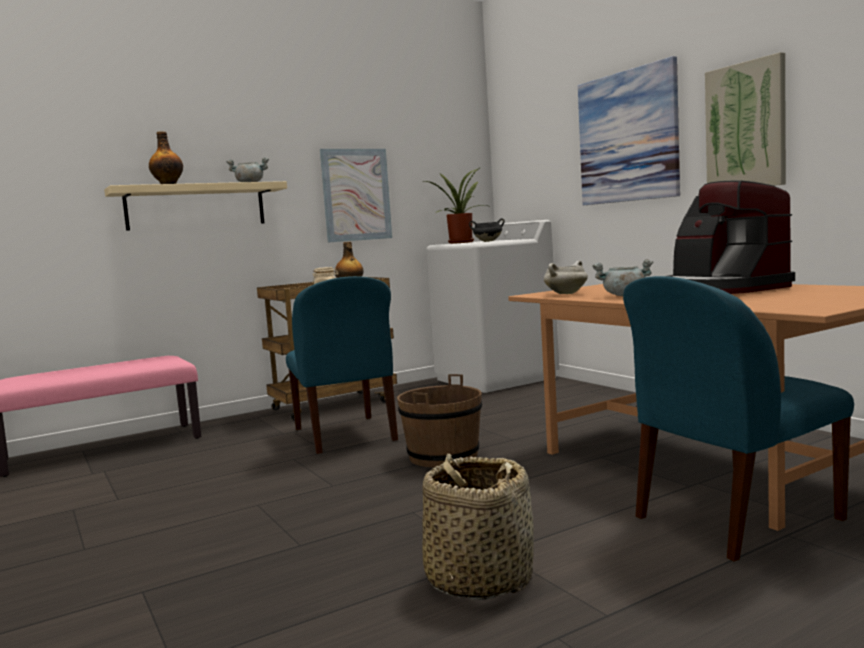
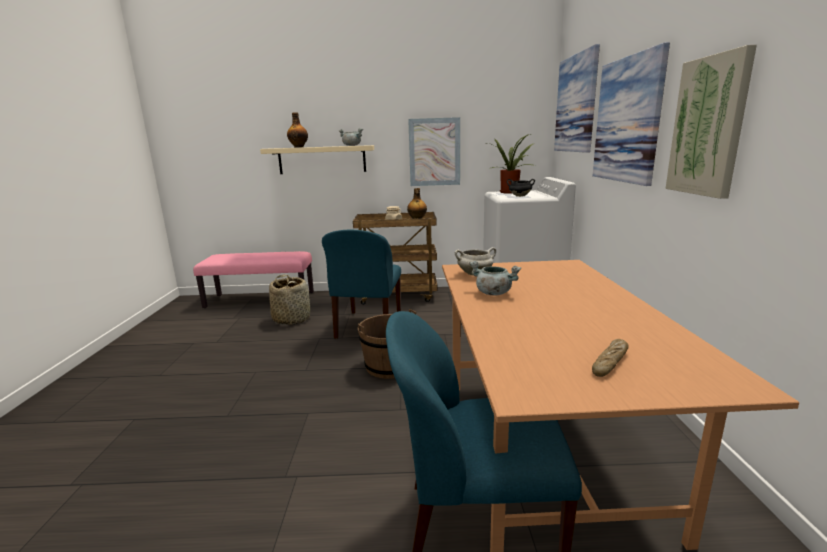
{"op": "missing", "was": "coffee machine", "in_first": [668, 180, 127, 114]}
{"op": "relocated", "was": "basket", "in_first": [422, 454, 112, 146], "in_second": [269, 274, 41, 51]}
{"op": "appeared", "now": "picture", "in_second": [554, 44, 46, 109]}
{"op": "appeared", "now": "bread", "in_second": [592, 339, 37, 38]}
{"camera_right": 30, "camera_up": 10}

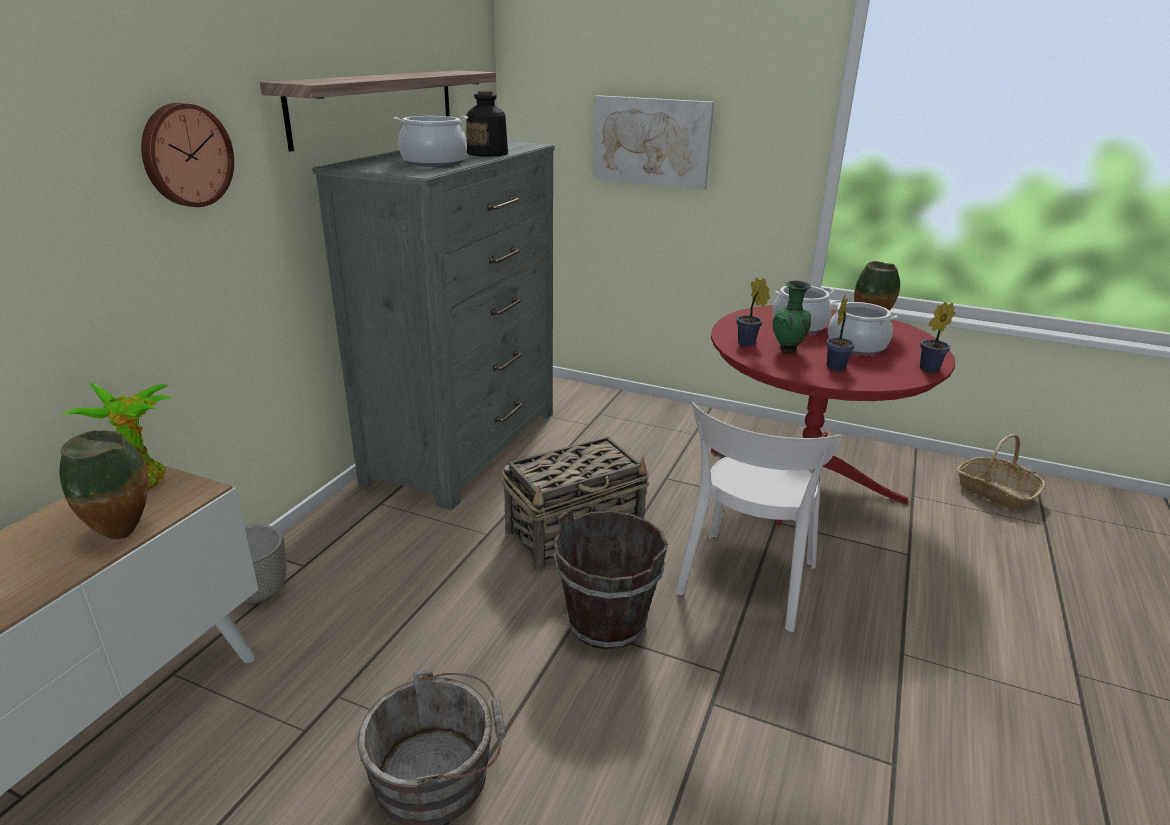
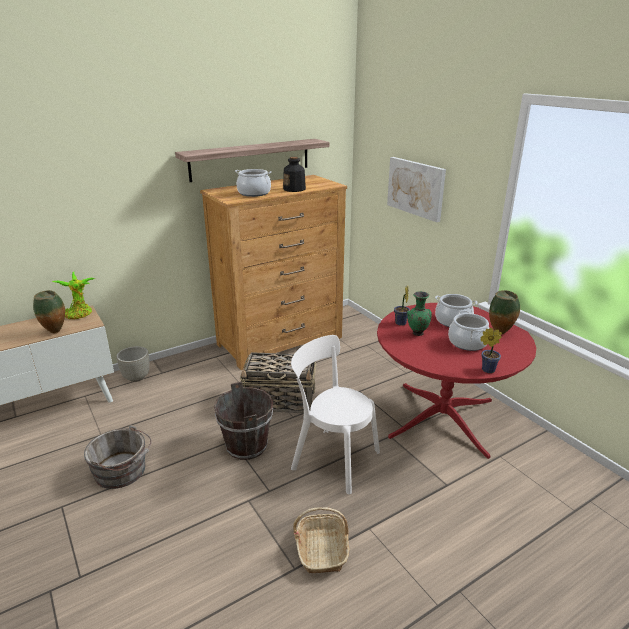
{"op": "missing", "was": "wall clock", "in_first": [141, 103, 93, 104]}
{"op": "colour", "was": "dresser/grey", "now": "dresser/brown", "in_first": [312, 138, 242, 372], "in_second": [200, 175, 147, 195]}
{"op": "missing", "was": "potted plant", "in_first": [826, 295, 29, 76]}
{"op": "spun", "was": "chair/white", "in_first": [675, 402, 167, 230], "in_second": [291, 335, 89, 159], "clockwise": 60}
{"op": "relocated", "was": "basket", "in_first": [957, 434, 88, 77], "in_second": [293, 507, 57, 66]}
{"camera_right": 35, "camera_up": 0}

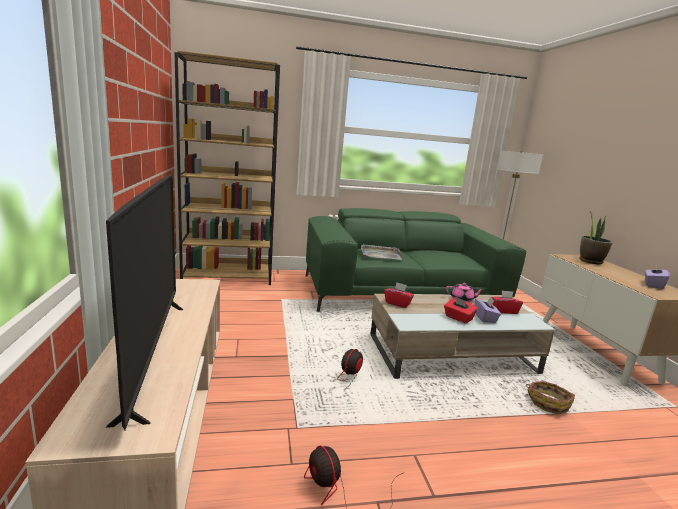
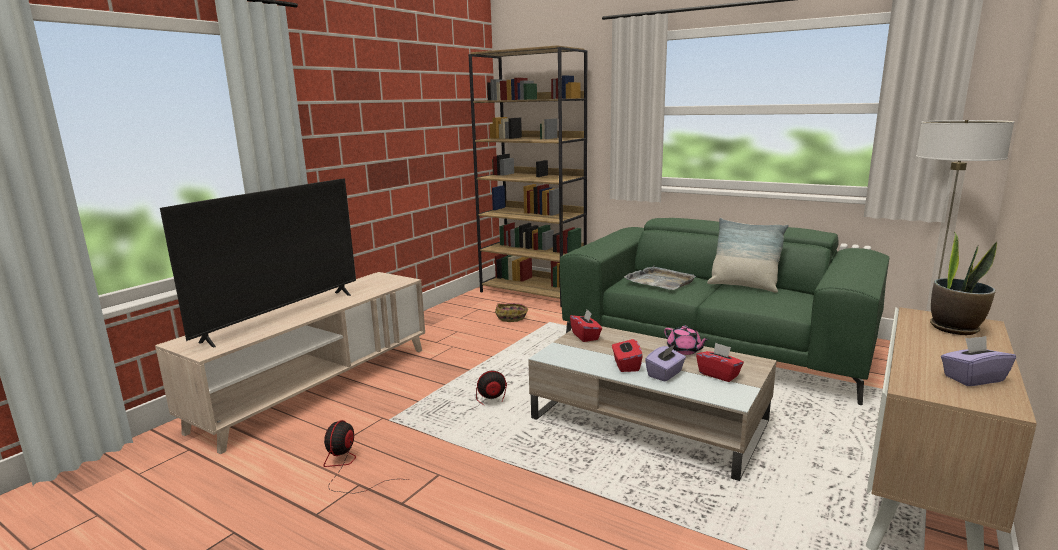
{"op": "relocated", "was": "basket", "in_first": [526, 381, 49, 33], "in_second": [495, 303, 34, 19]}
{"op": "appeared", "now": "pillow", "in_second": [707, 218, 82, 75]}
{"camera_right": 45, "camera_up": 0}

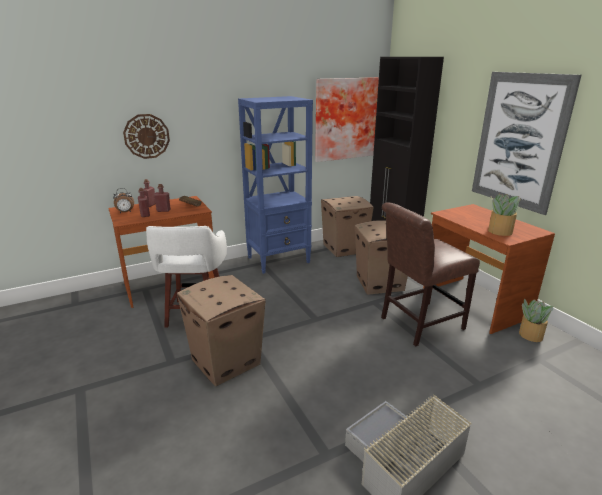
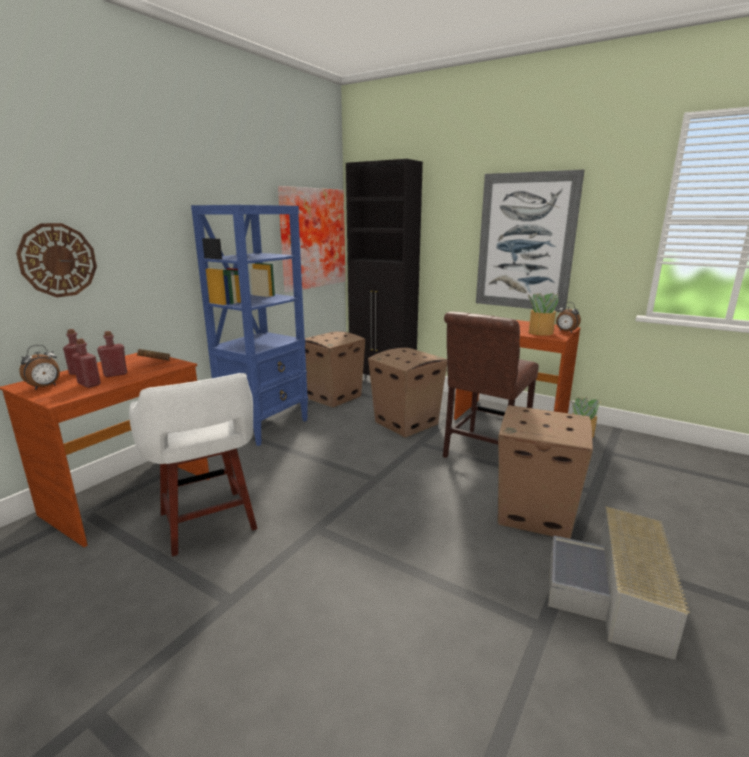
{"op": "relocated", "was": "cardboard box", "in_first": [177, 275, 89, 111], "in_second": [498, 405, 95, 134]}
{"op": "appeared", "now": "alarm clock", "in_second": [556, 302, 25, 31]}
{"camera_right": -30, "camera_up": -5}

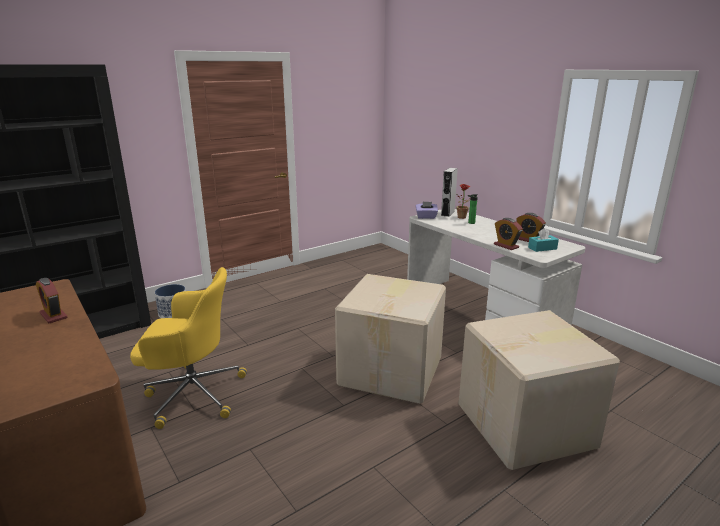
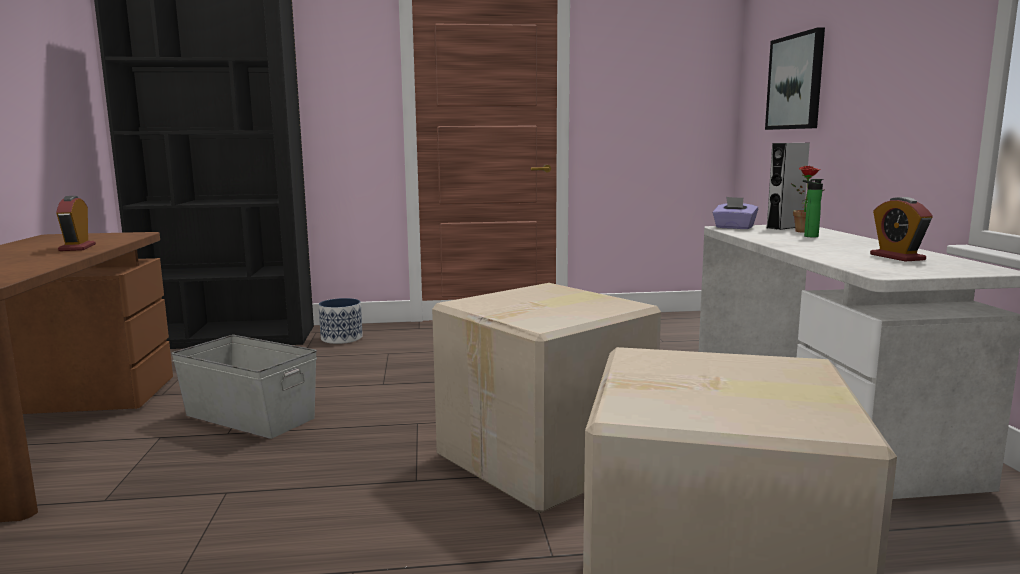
{"op": "missing", "was": "alarm clock", "in_first": [494, 218, 29, 32]}
{"op": "missing", "was": "tissue box/turquoise", "in_first": [528, 228, 31, 24]}
{"op": "exchanged", "was": "office chair/yellow", "now": "storage box/grey", "in_first": [130, 267, 117, 162], "in_second": [171, 335, 146, 104]}
{"op": "appeared", "now": "picture", "in_second": [765, 27, 60, 103]}
{"camera_right": 30, "camera_up": -10}

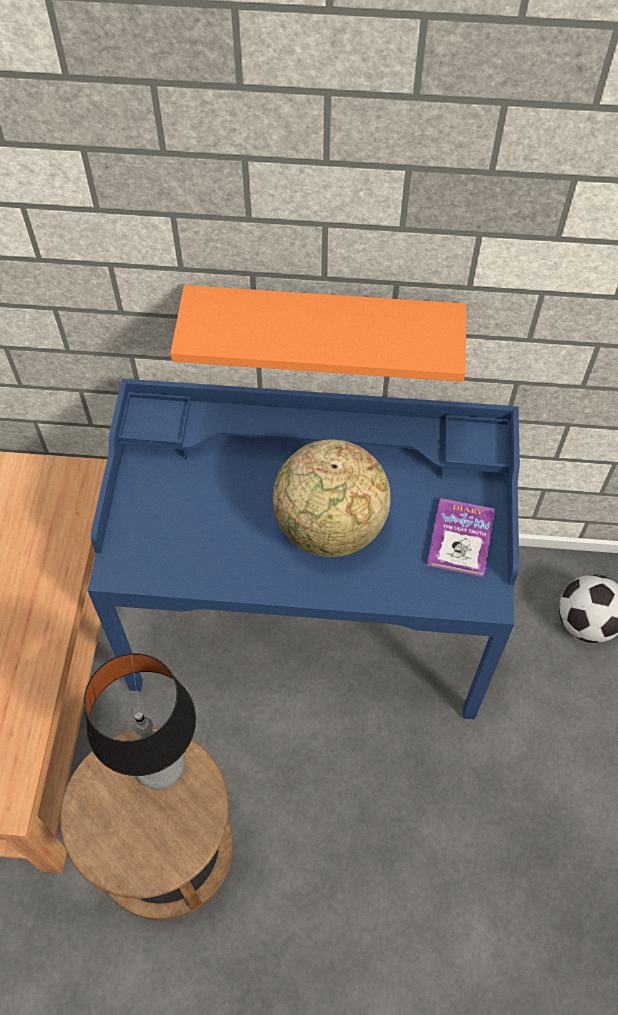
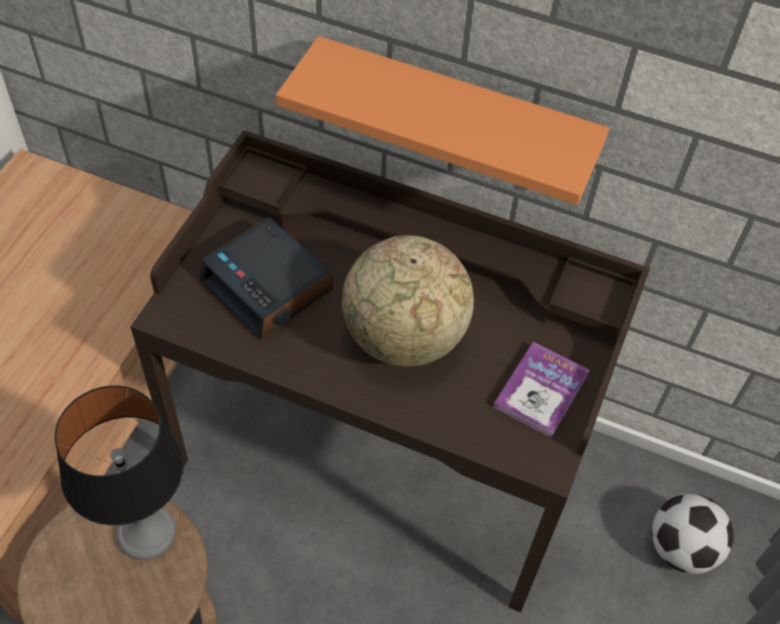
{"op": "colour", "was": "desk/blue", "now": "desk/brown", "in_first": [87, 379, 433, 340], "in_second": [130, 130, 520, 483]}
{"op": "appeared", "now": "alarm clock", "in_second": [200, 217, 133, 123]}
{"camera_right": 15, "camera_up": -5}

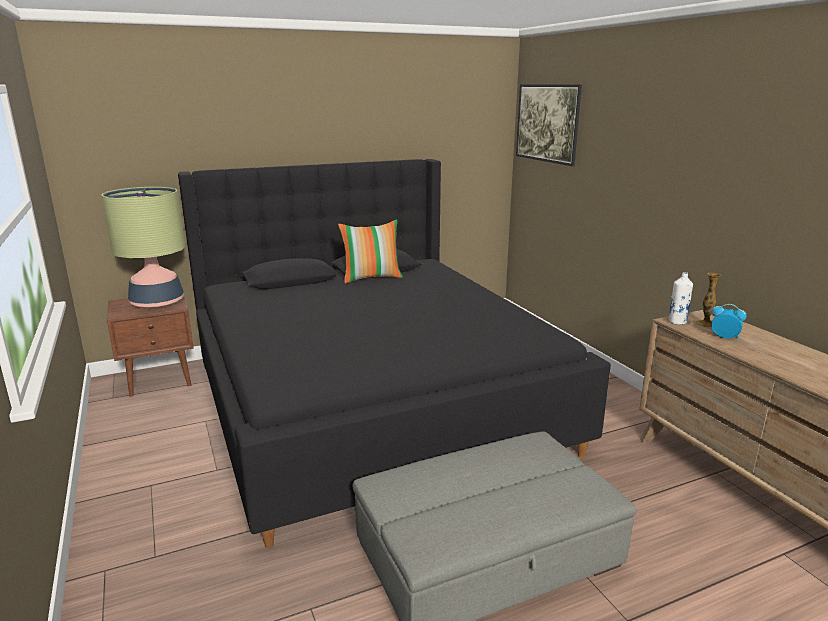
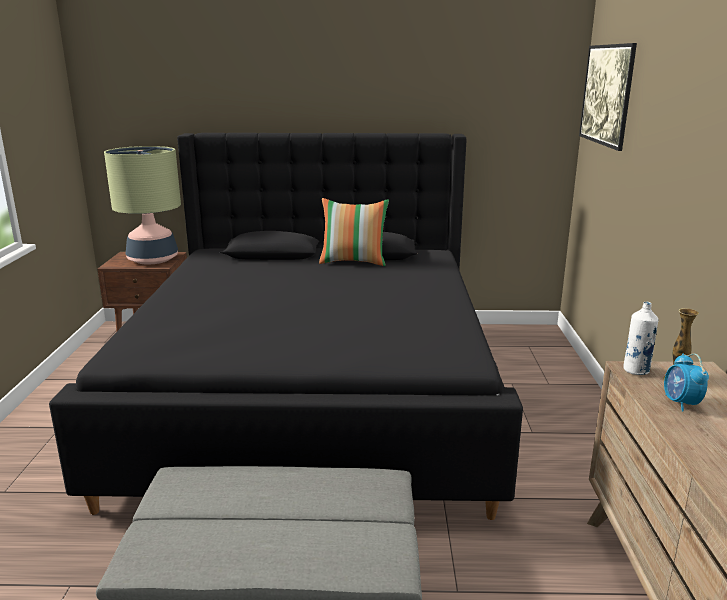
{"op": "spun", "was": "alarm clock", "in_first": [711, 304, 36, 34], "in_second": [664, 354, 45, 58], "clockwise": -150}
{"camera_right": 25, "camera_up": 0}

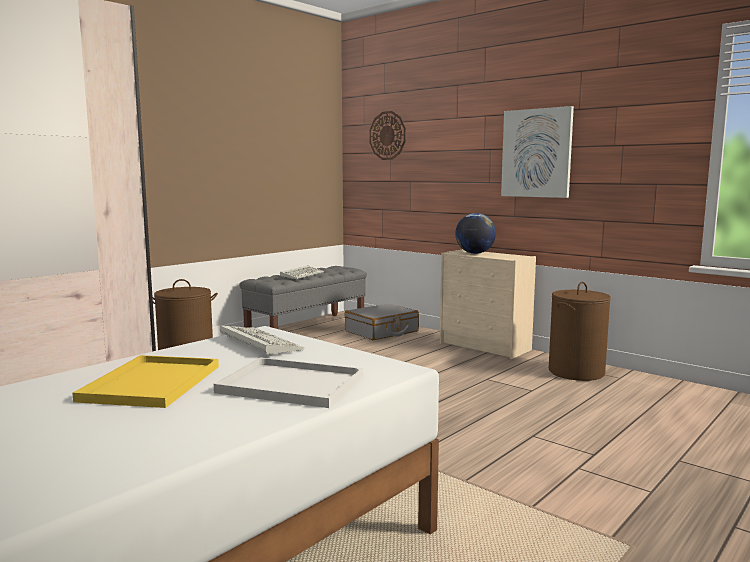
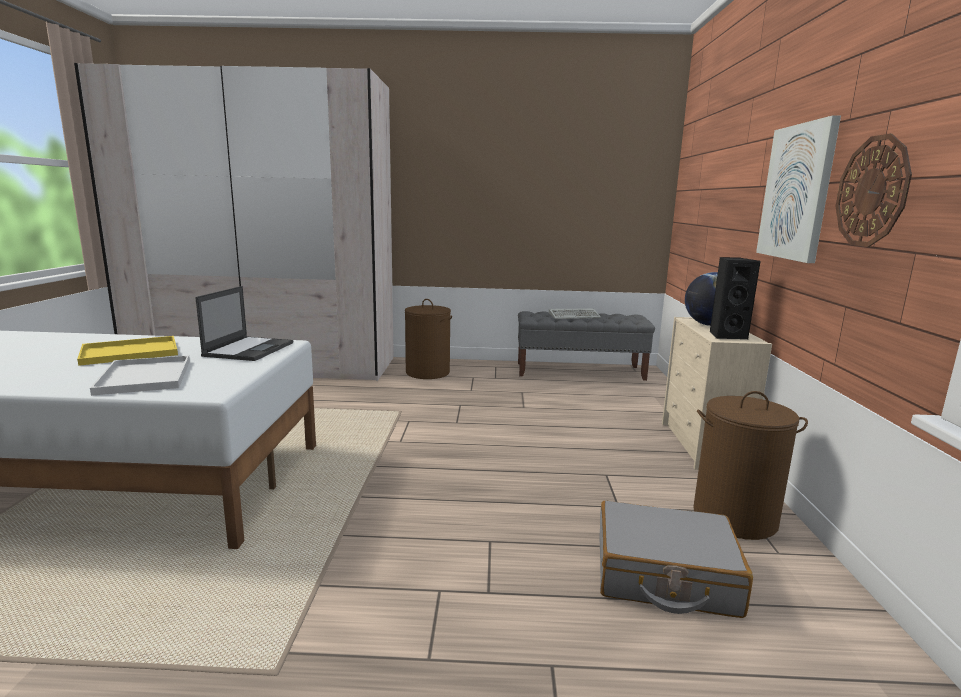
{"op": "relocated", "was": "wall clock", "in_first": [369, 111, 37, 49], "in_second": [836, 133, 76, 114]}
{"op": "relocated", "was": "suitcase/grey", "in_first": [344, 303, 75, 37], "in_second": [599, 500, 154, 118]}
{"op": "exchanged", "was": "keyboard", "now": "laptop", "in_first": [220, 326, 84, 30], "in_second": [195, 286, 98, 75]}
{"op": "appeared", "now": "speaker/black", "in_second": [710, 257, 51, 82]}
{"camera_right": 50, "camera_up": 5}

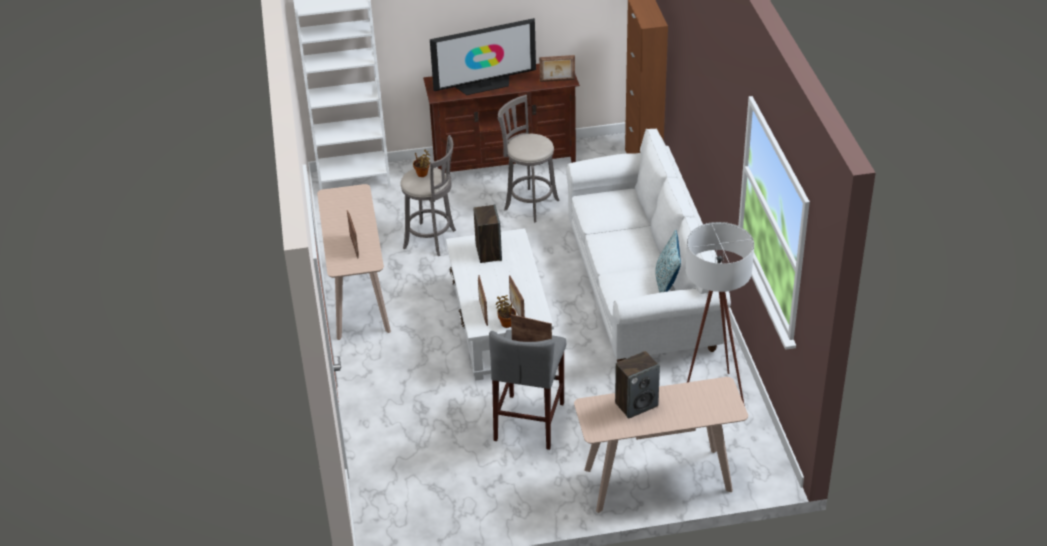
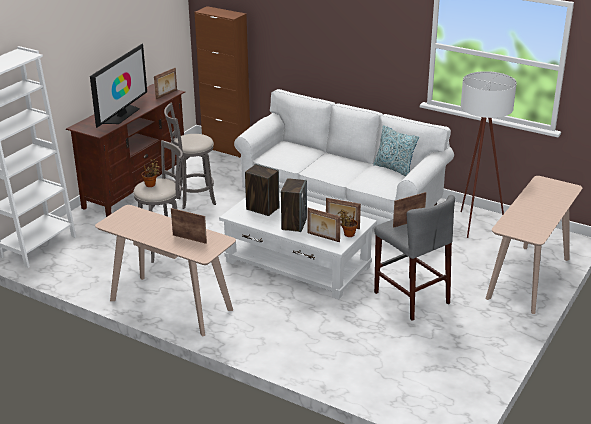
{"op": "relocated", "was": "speaker", "in_first": [615, 351, 45, 68], "in_second": [281, 178, 26, 54]}
{"camera_right": -50, "camera_up": -10}

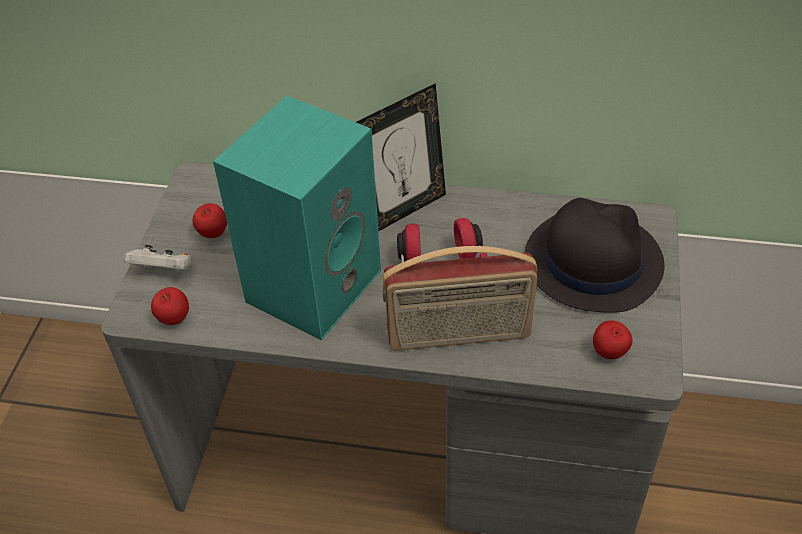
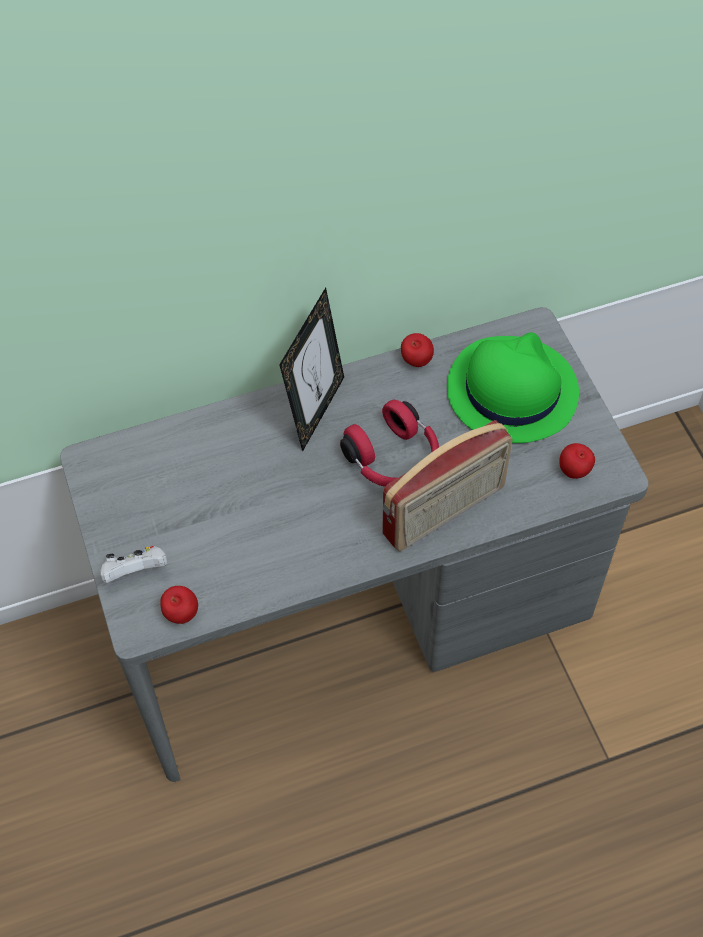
{"op": "missing", "was": "speaker/turquoise", "in_first": [213, 96, 168, 244]}
{"op": "colour", "was": "hat/black", "now": "hat/green", "in_first": [525, 198, 140, 115], "in_second": [447, 332, 132, 111]}
{"op": "relocated", "was": "apple", "in_first": [193, 203, 34, 35], "in_second": [401, 333, 33, 34]}
{"camera_right": -30, "camera_up": 10}

